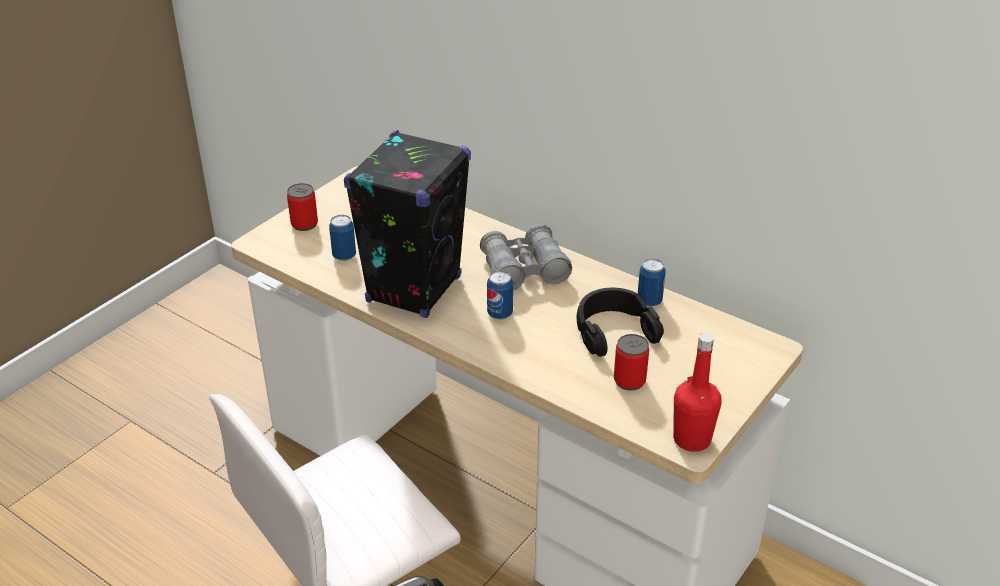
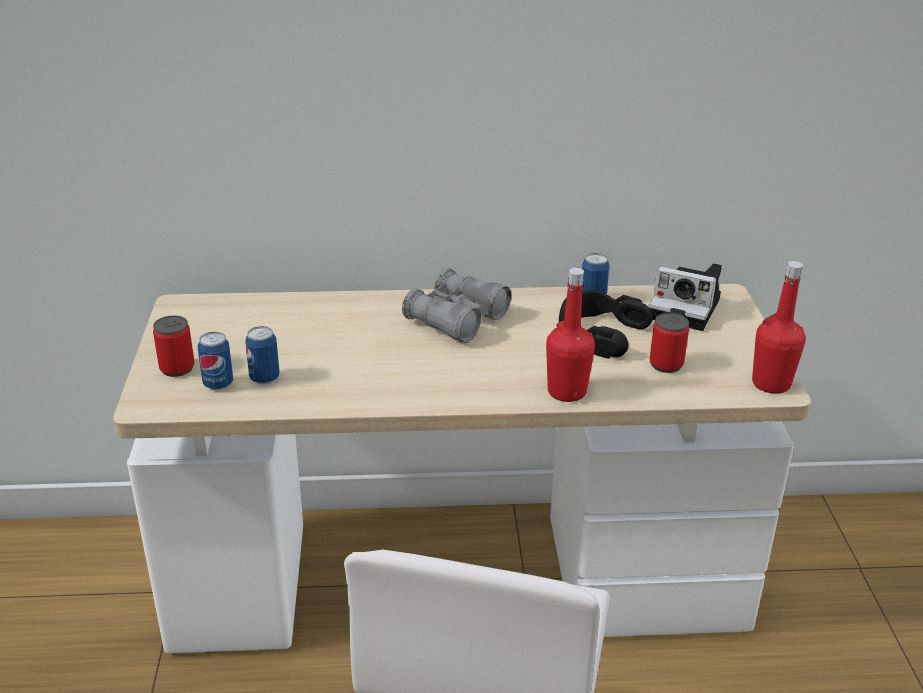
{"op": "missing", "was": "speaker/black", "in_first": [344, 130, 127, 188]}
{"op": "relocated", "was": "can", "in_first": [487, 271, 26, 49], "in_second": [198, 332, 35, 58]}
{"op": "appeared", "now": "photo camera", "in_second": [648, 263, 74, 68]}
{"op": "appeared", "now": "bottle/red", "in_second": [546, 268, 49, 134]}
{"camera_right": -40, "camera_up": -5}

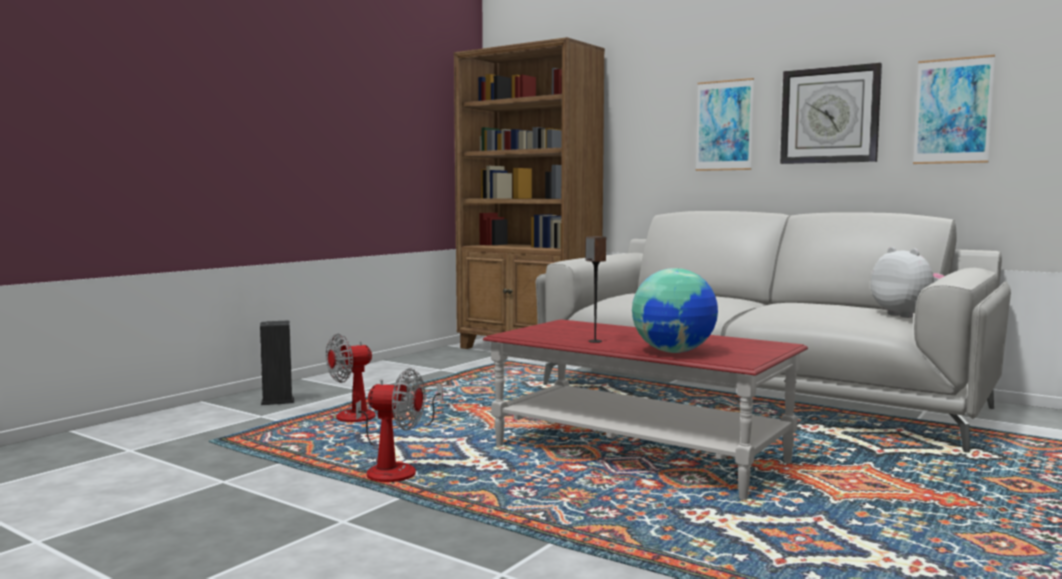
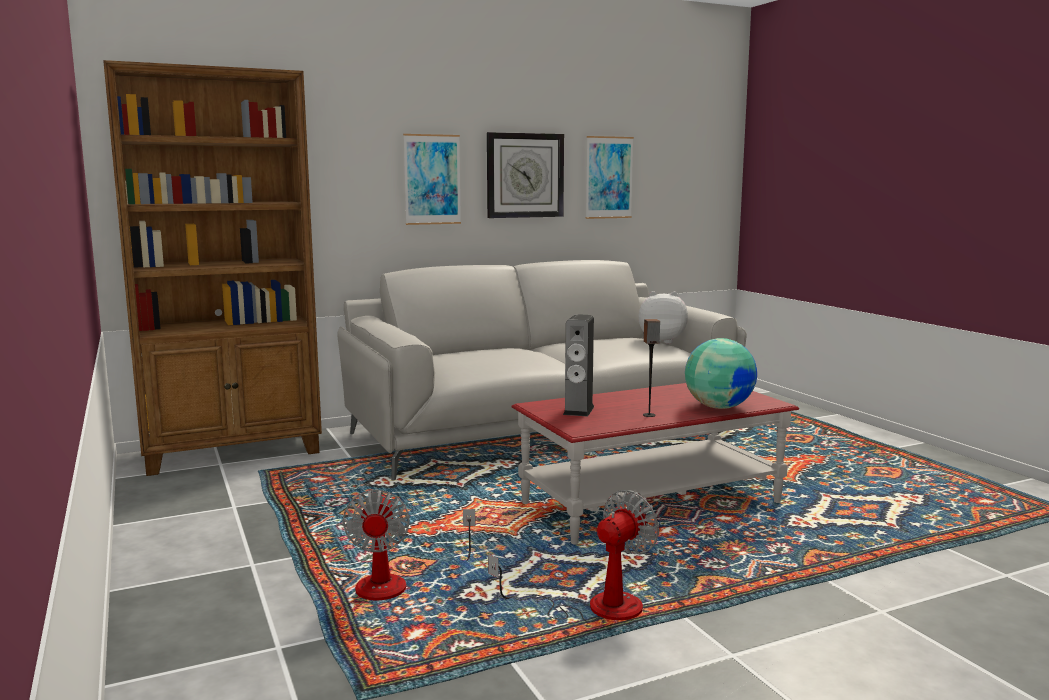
{"op": "relocated", "was": "speaker", "in_first": [260, 320, 34, 85], "in_second": [563, 314, 31, 103]}
{"camera_right": -60, "camera_up": 5}

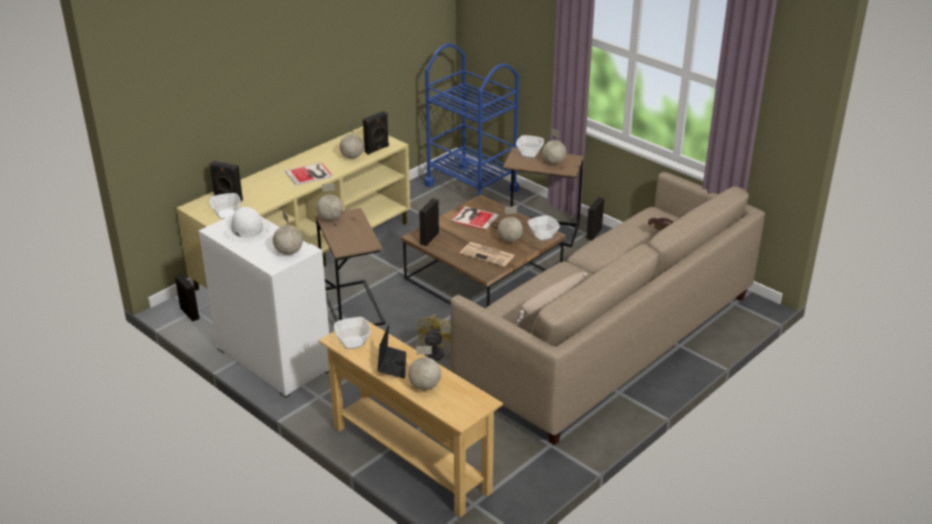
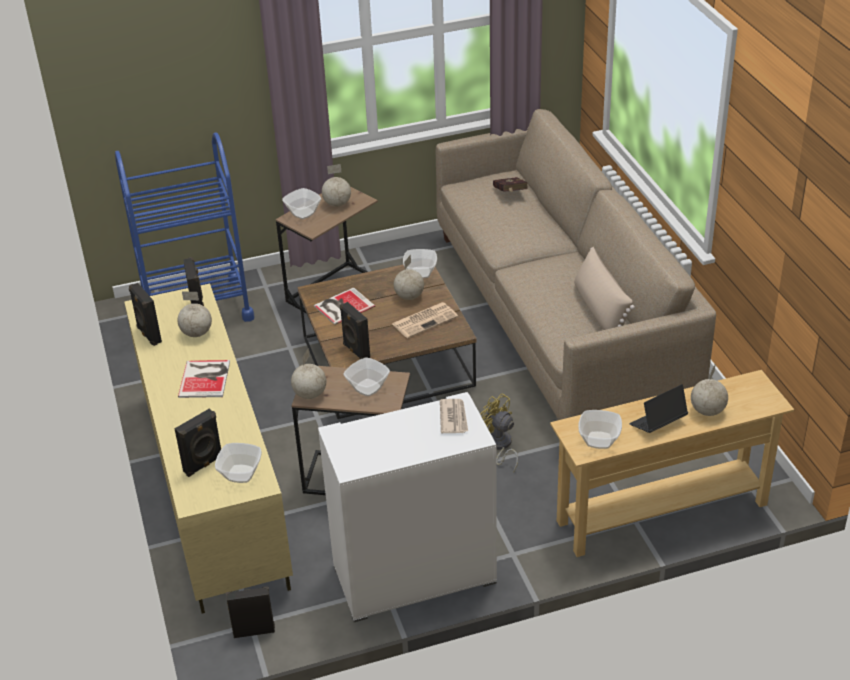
{"op": "relocated", "was": "speaker/black", "in_first": [586, 197, 18, 44], "in_second": [129, 283, 33, 63]}
{"op": "missing", "was": "hat/white", "in_first": [224, 207, 47, 36]}
{"op": "exchanged", "was": "globe", "now": "newspaper", "in_first": [273, 211, 30, 44], "in_second": [440, 399, 28, 34]}
{"op": "spun", "was": "laptop", "in_first": [377, 324, 29, 55], "in_second": [629, 384, 59, 49], "clockwise": -60}
{"op": "appeared", "now": "bowl", "in_second": [343, 357, 47, 39]}
{"camera_right": -60, "camera_up": 5}

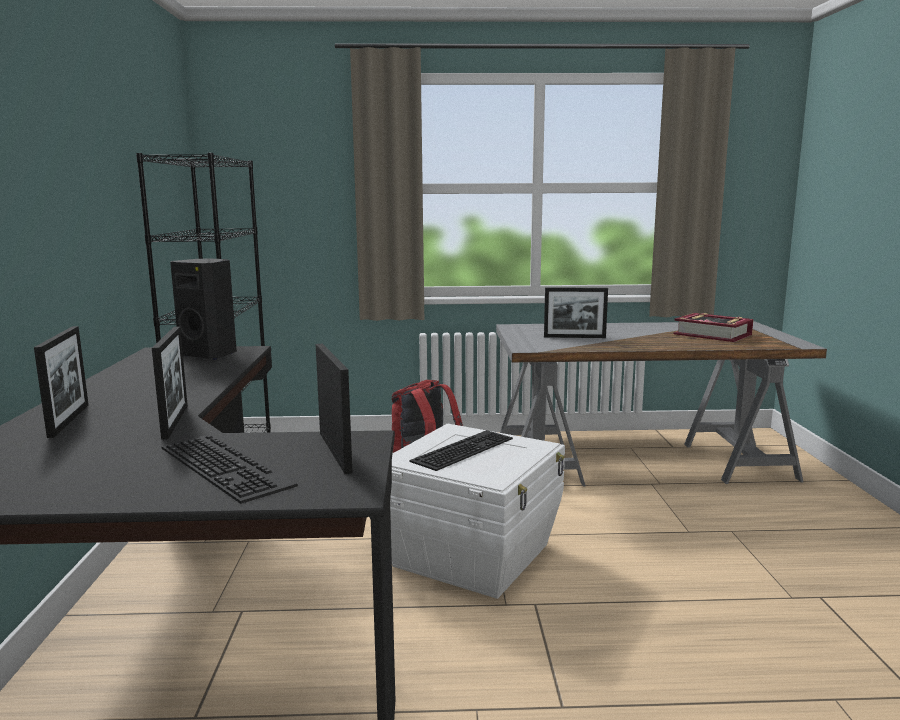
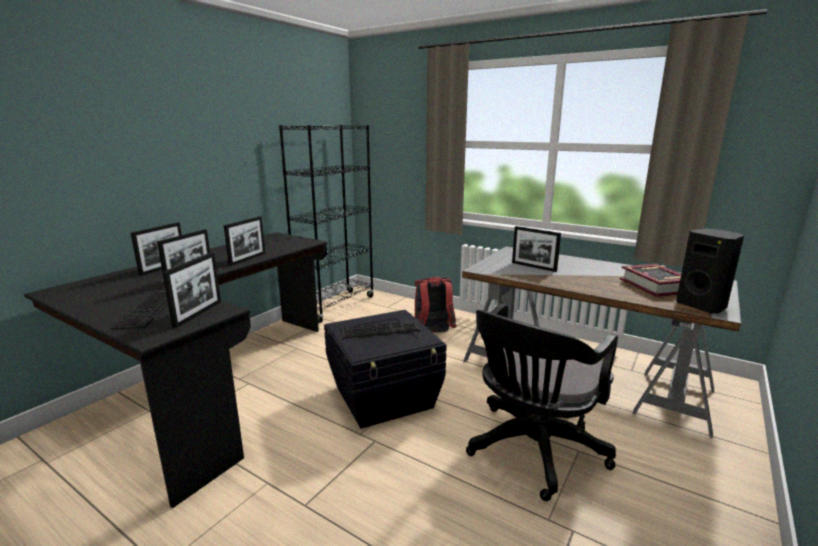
{"op": "relocated", "was": "speaker/black", "in_first": [170, 258, 67, 102], "in_second": [676, 229, 68, 85]}
{"op": "colour", "was": "storage box/white", "now": "storage box/black", "in_first": [390, 423, 175, 176], "in_second": [324, 310, 123, 119]}
{"op": "appeared", "now": "picture frame", "in_second": [224, 216, 41, 50]}
{"op": "appeared", "now": "office chair/black", "in_second": [466, 304, 152, 197]}
{"camera_right": 35, "camera_up": 5}

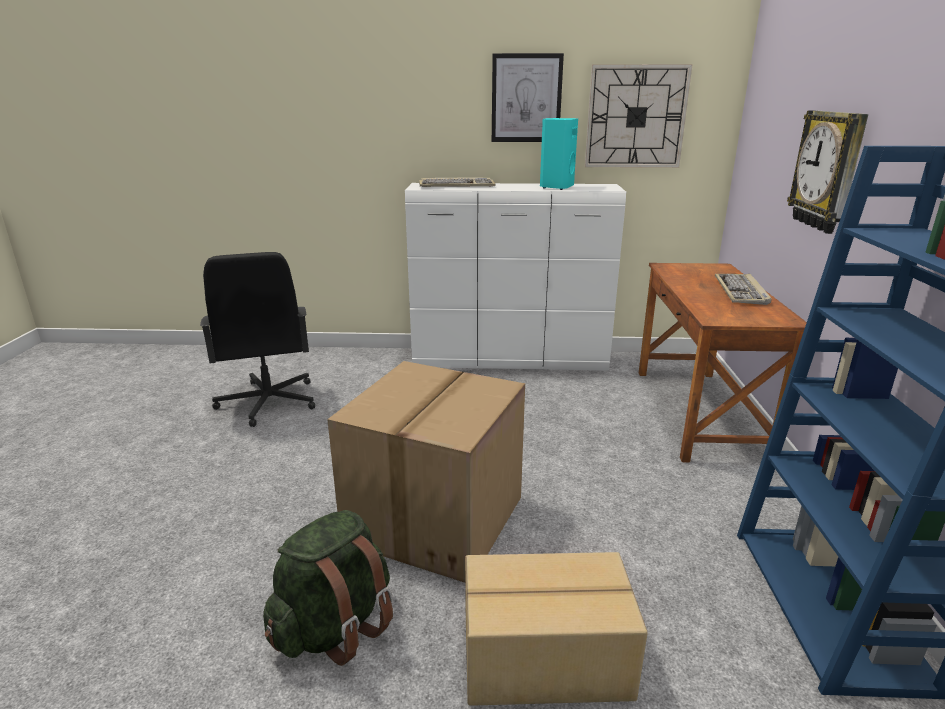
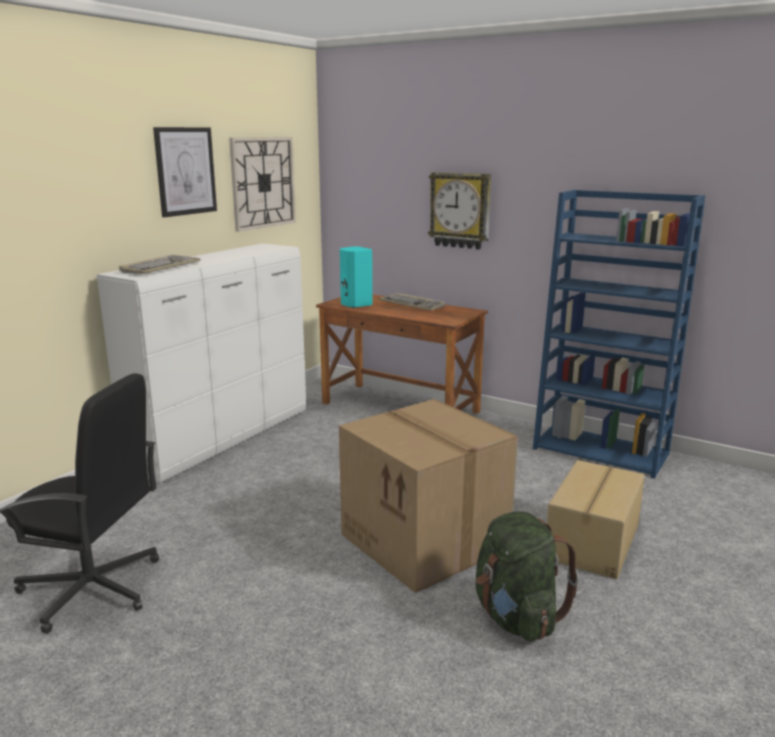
{"op": "relocated", "was": "speaker/turquoise", "in_first": [540, 118, 38, 72], "in_second": [340, 246, 32, 62]}
{"camera_right": -60, "camera_up": -5}

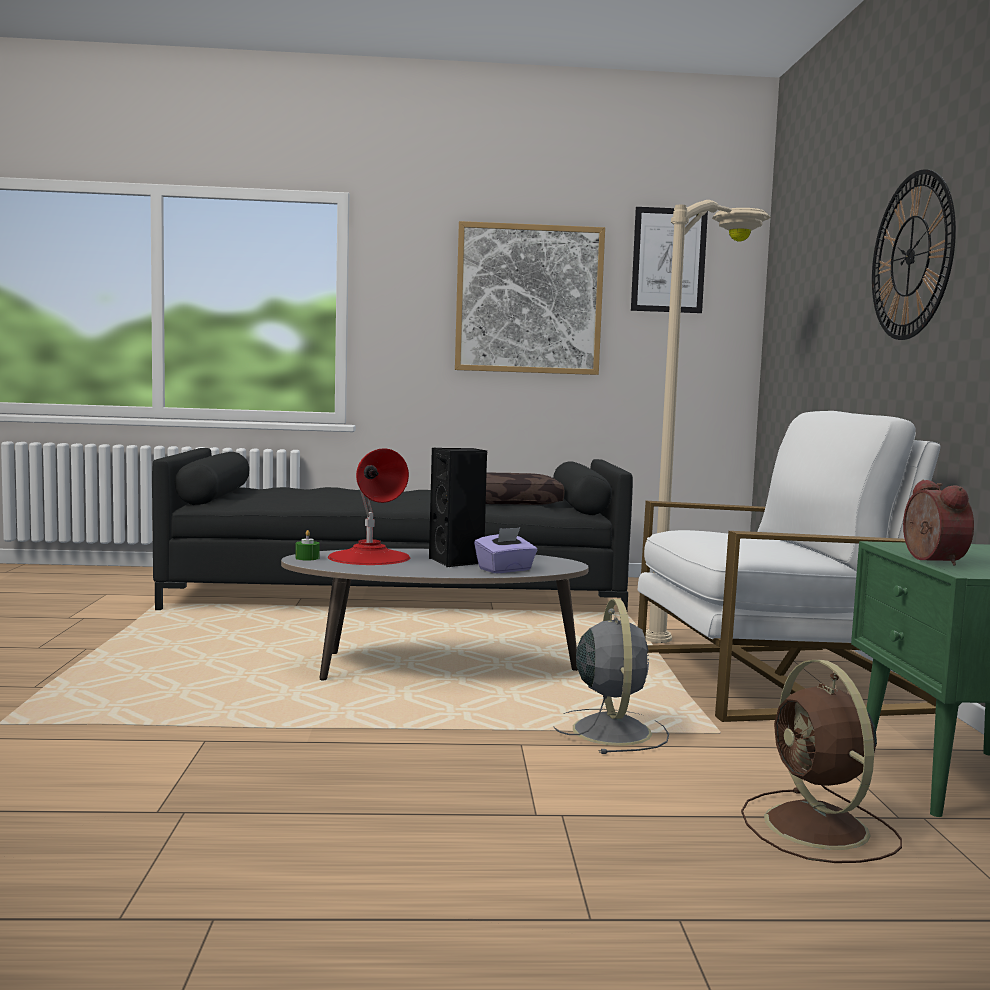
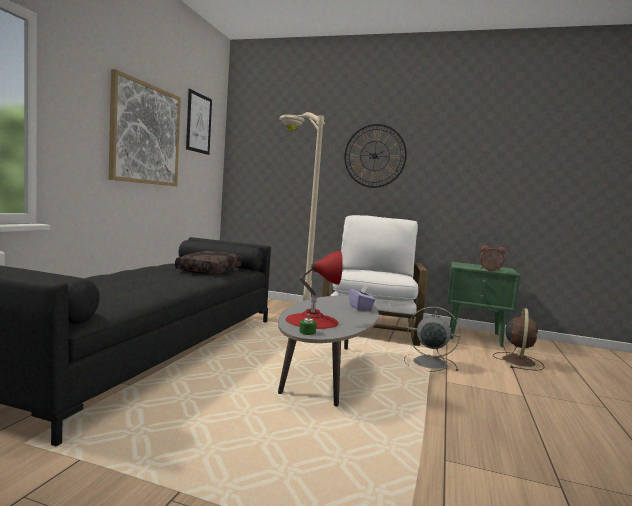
{"op": "missing", "was": "speaker/black", "in_first": [429, 448, 58, 119]}
{"op": "spun", "was": "fan/brown", "in_first": [741, 660, 161, 203], "in_second": [493, 308, 52, 63], "clockwise": -75}
{"camera_right": -70, "camera_up": 0}

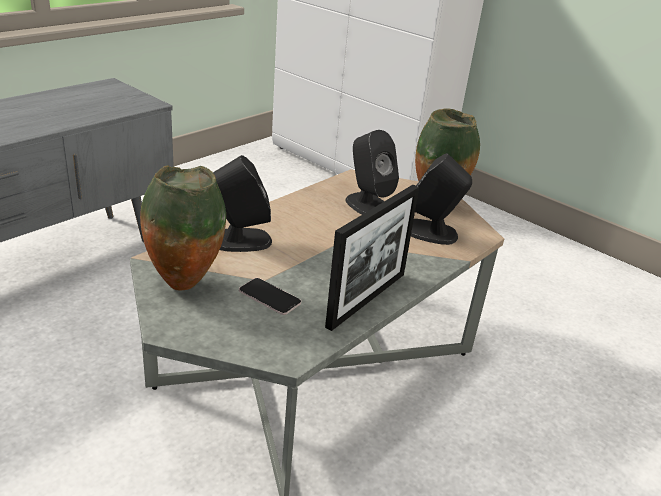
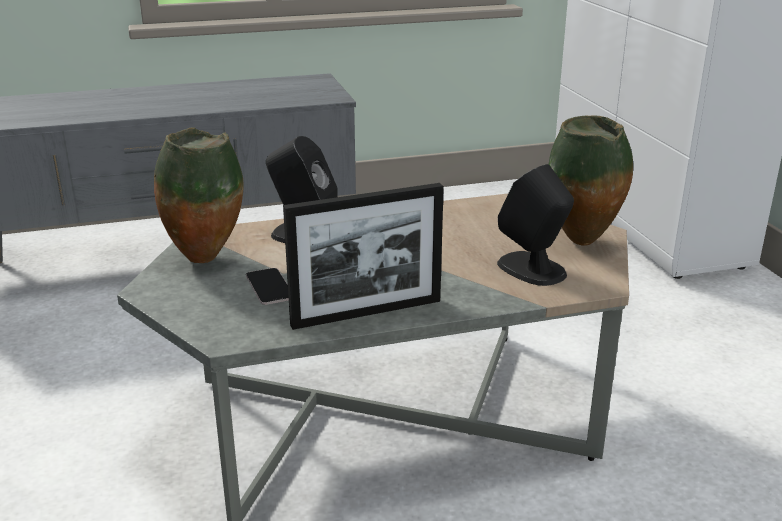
{"op": "missing", "was": "speaker/black", "in_first": [345, 130, 54, 85]}
{"camera_right": 35, "camera_up": -5}

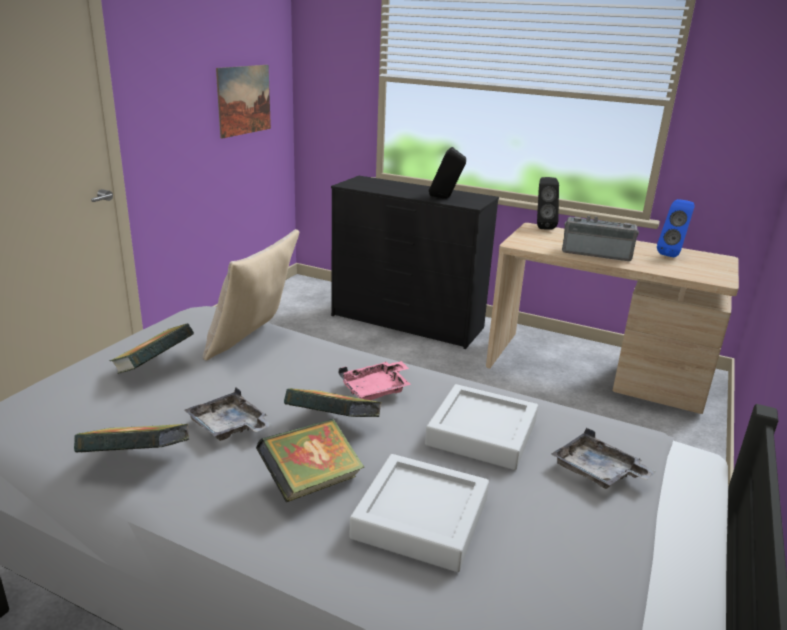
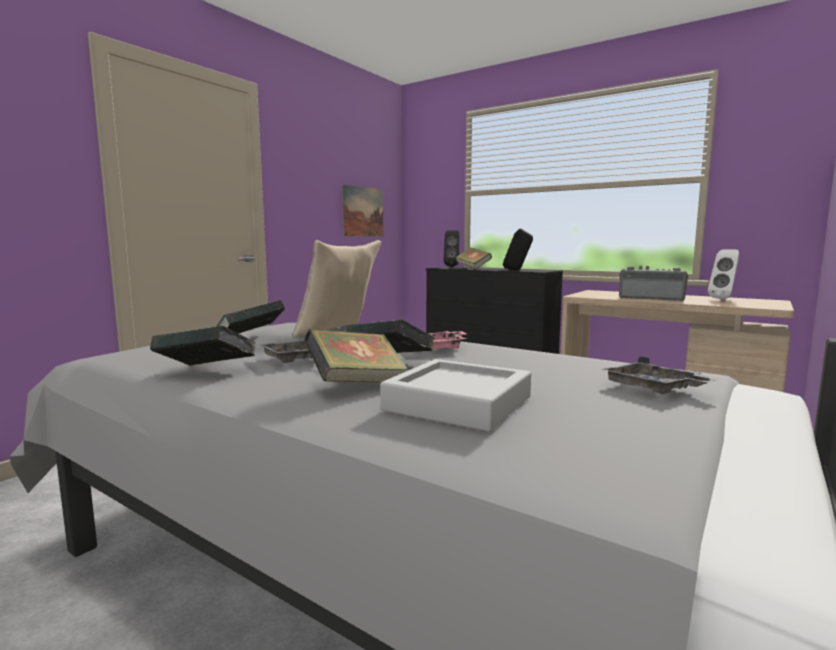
{"op": "relocated", "was": "speaker/black", "in_first": [537, 177, 22, 52], "in_second": [444, 230, 15, 37]}
{"op": "colour", "was": "speaker/blue", "now": "speaker/white", "in_first": [657, 199, 37, 58], "in_second": [708, 249, 31, 51]}
{"op": "missing", "was": "tray/grey", "in_first": [425, 384, 113, 86]}
{"op": "appeared", "now": "book", "in_second": [455, 248, 37, 21]}
{"camera_right": 10, "camera_up": -15}

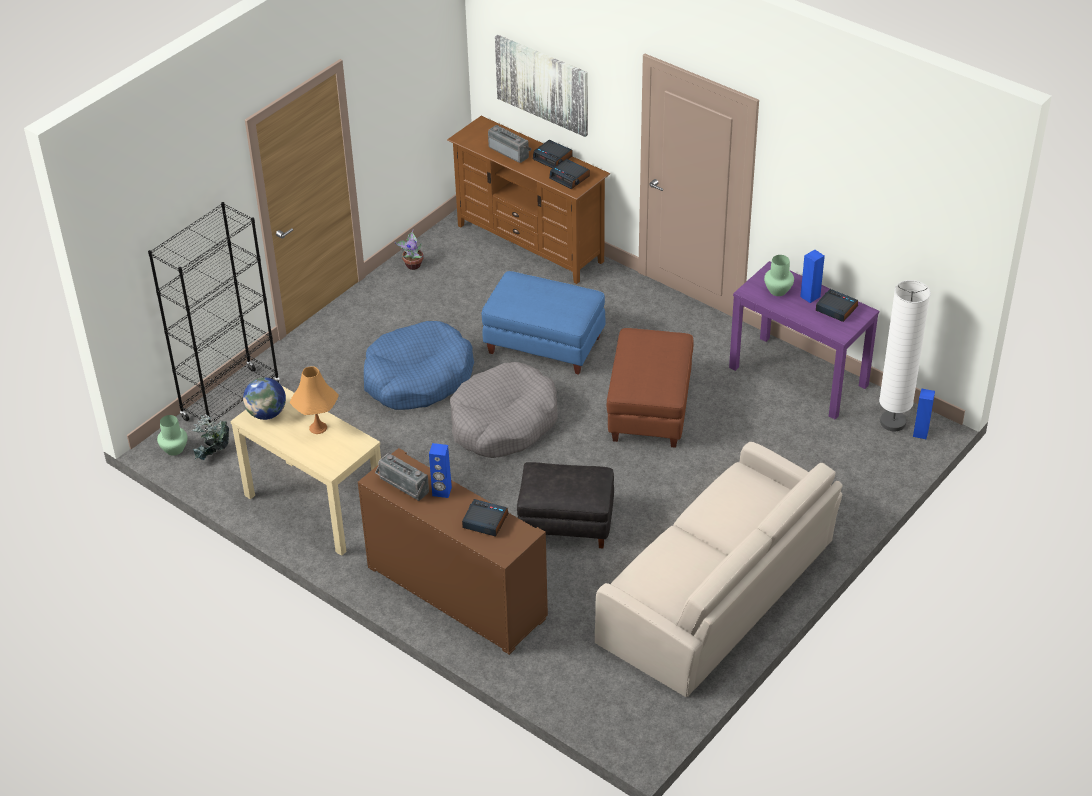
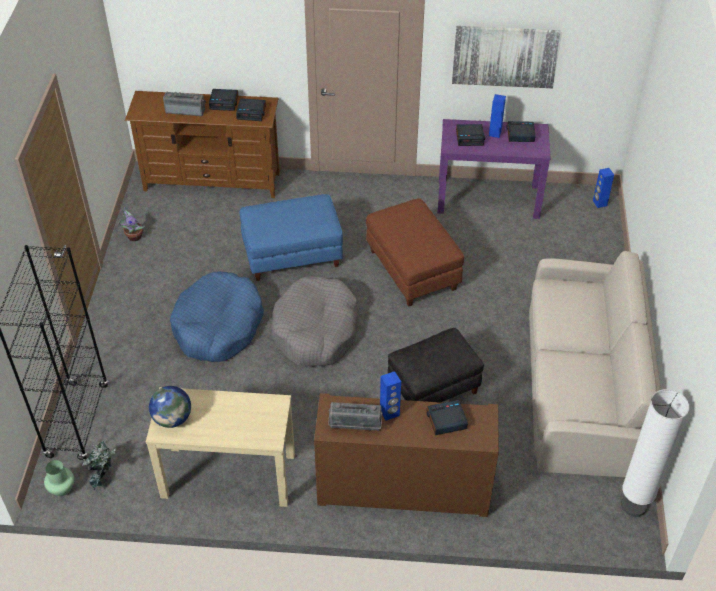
{"op": "relocated", "was": "picture", "in_first": [495, 35, 93, 102], "in_second": [452, 26, 110, 62]}
{"op": "exchanged", "was": "vase/green", "now": "alarm clock", "in_first": [764, 255, 30, 41], "in_second": [456, 124, 29, 22]}
{"op": "relocated", "was": "floor lamp/white", "in_first": [879, 280, 52, 151], "in_second": [621, 389, 68, 128]}
{"op": "missing", "was": "table lamp/orange", "in_first": [289, 366, 50, 68]}
{"camera_right": -35, "camera_up": 5}

